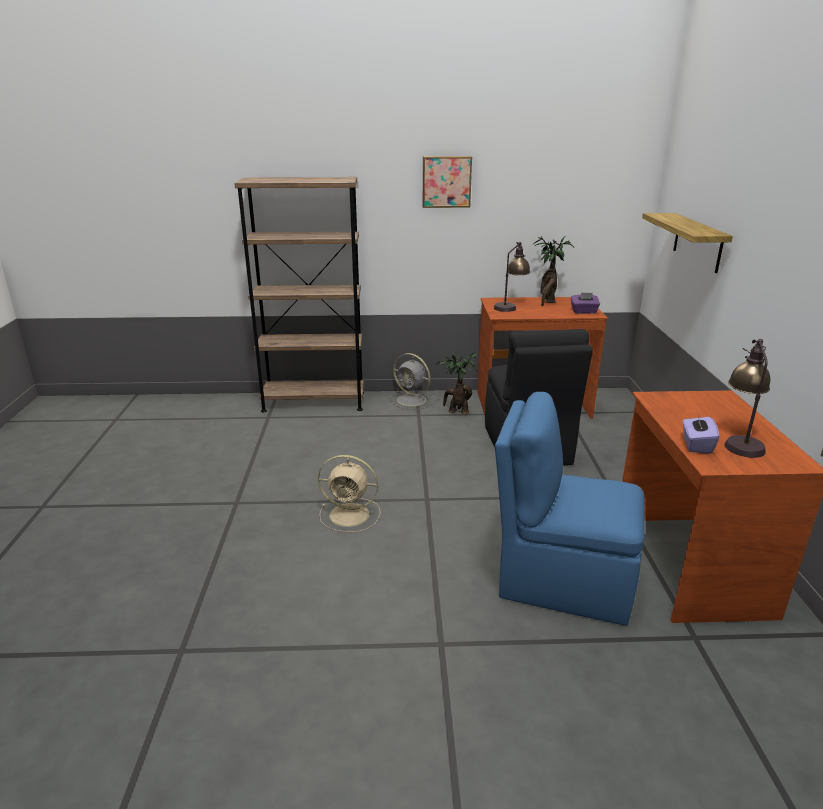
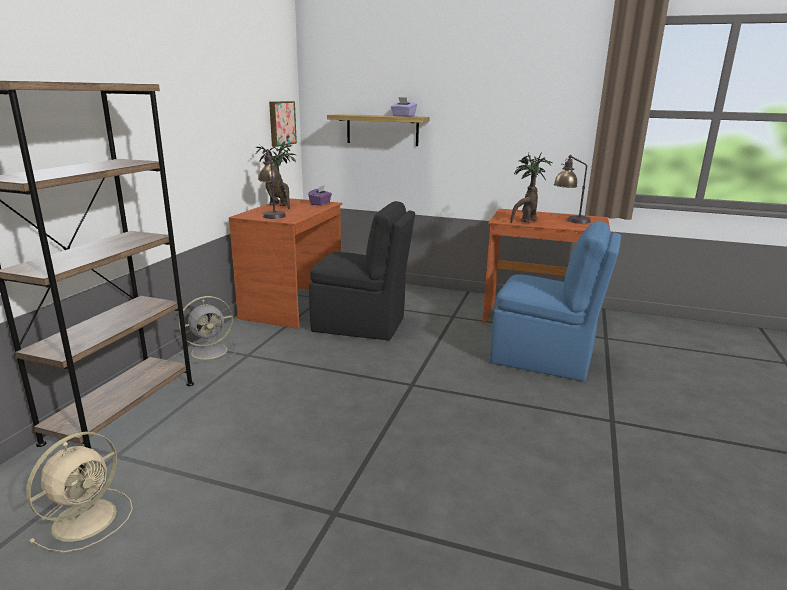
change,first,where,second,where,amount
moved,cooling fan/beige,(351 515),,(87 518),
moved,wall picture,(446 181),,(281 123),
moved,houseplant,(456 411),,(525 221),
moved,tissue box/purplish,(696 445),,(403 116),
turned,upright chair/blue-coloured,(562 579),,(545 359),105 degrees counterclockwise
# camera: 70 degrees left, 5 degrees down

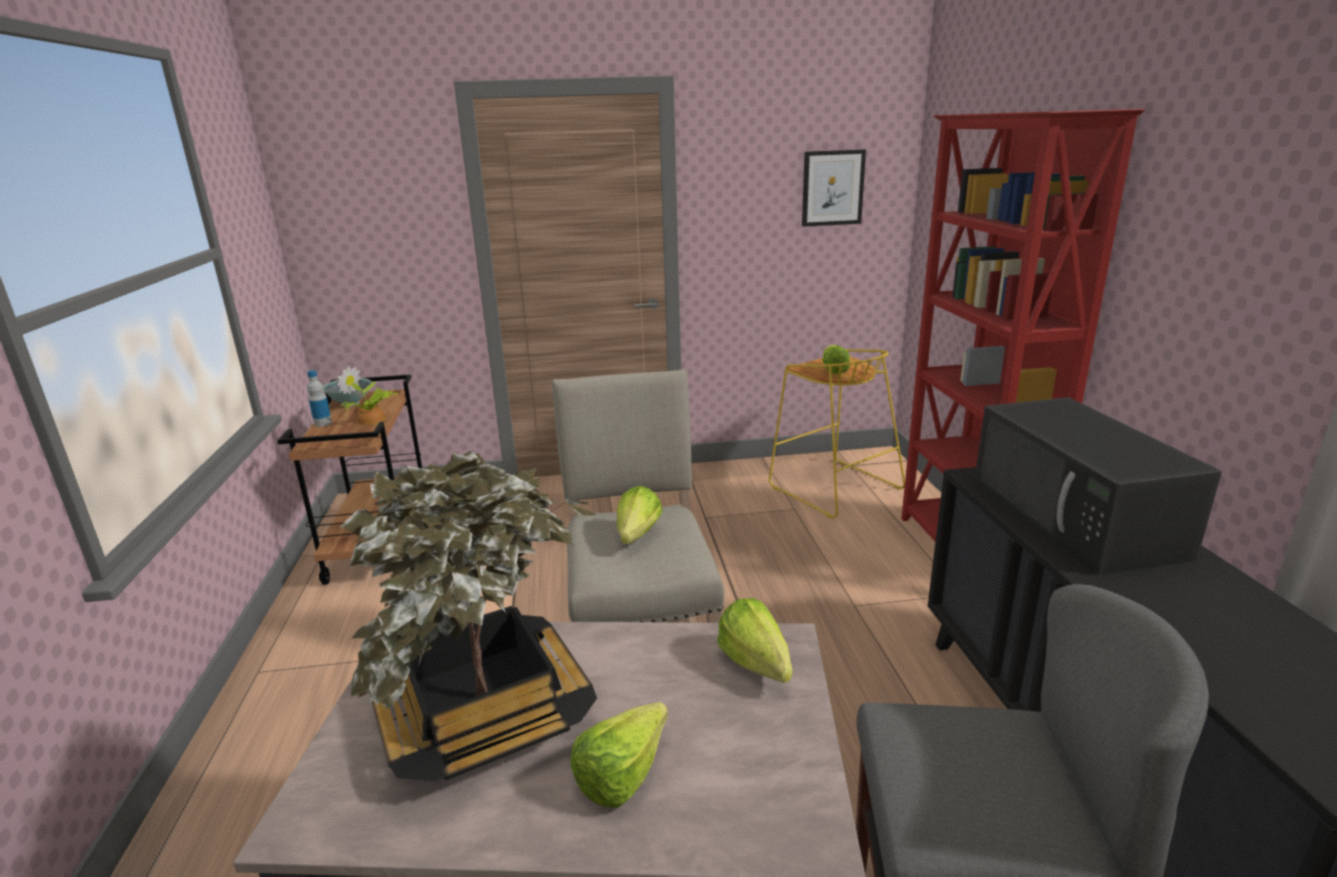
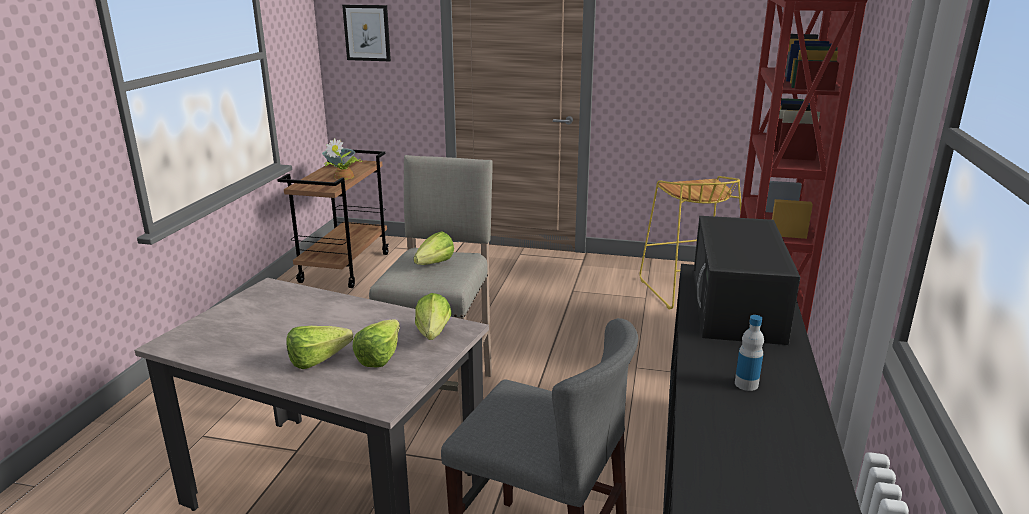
change,first,where,second,where,amount
removed,houseplant,(485 714),,,
moved,bottle,(323 423),,(746 384),
moved,wall picture,(832 188),,(367 33),
moved,lettuce head,(833 369),,(384 355),
# camera: 20 degrees right, 0 degrees up

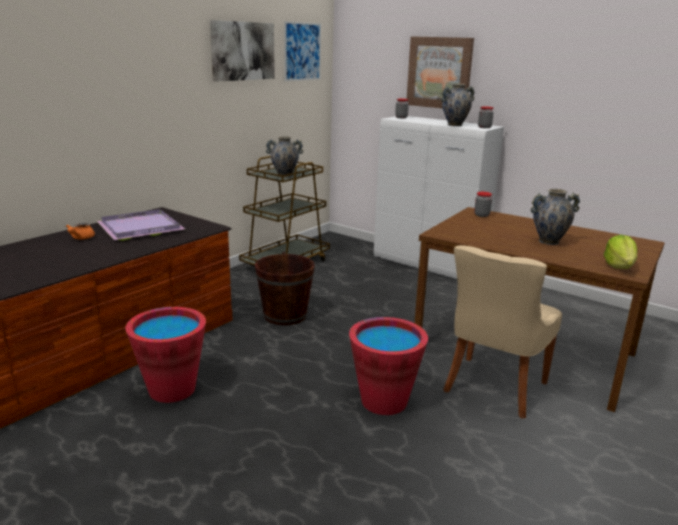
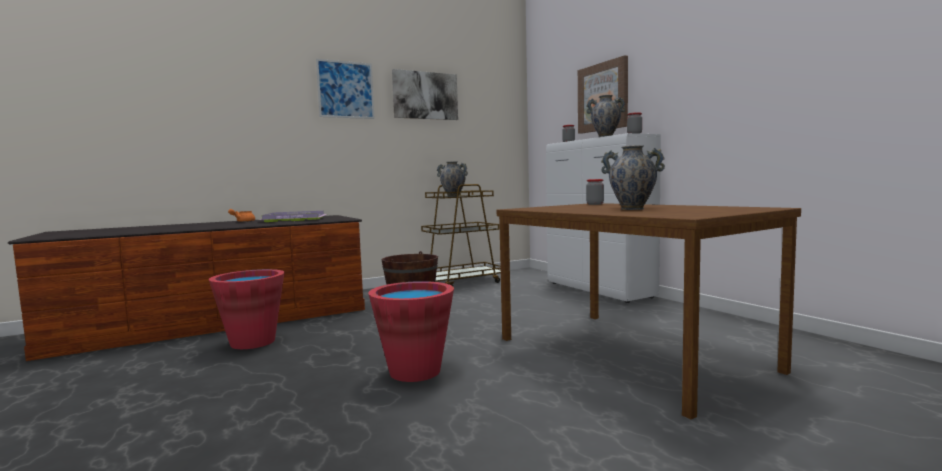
change,first,where,second,where,amount
removed,upright chair/beige,(493 388),,,
removed,lettuce head,(619 266),,,
moved,wall picture,(302 51),,(345 89),
# camera: 25 degrees right, 15 degrees down

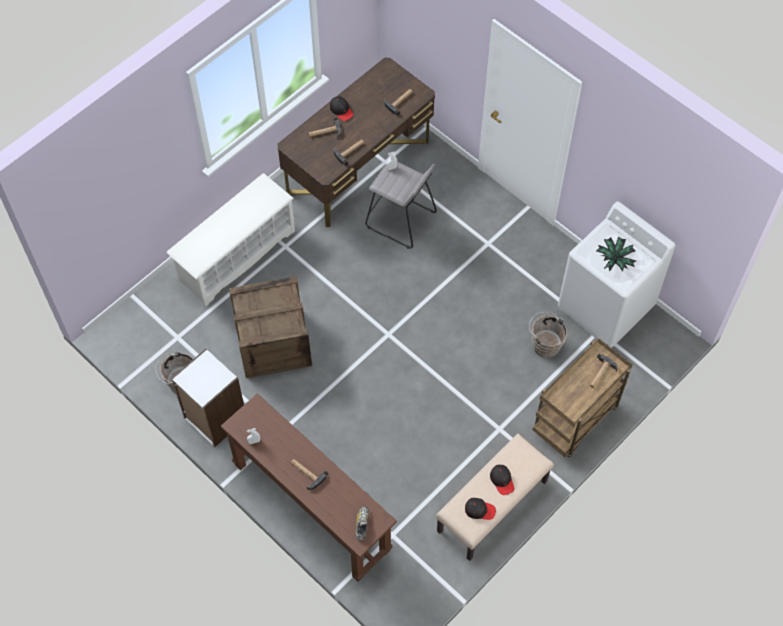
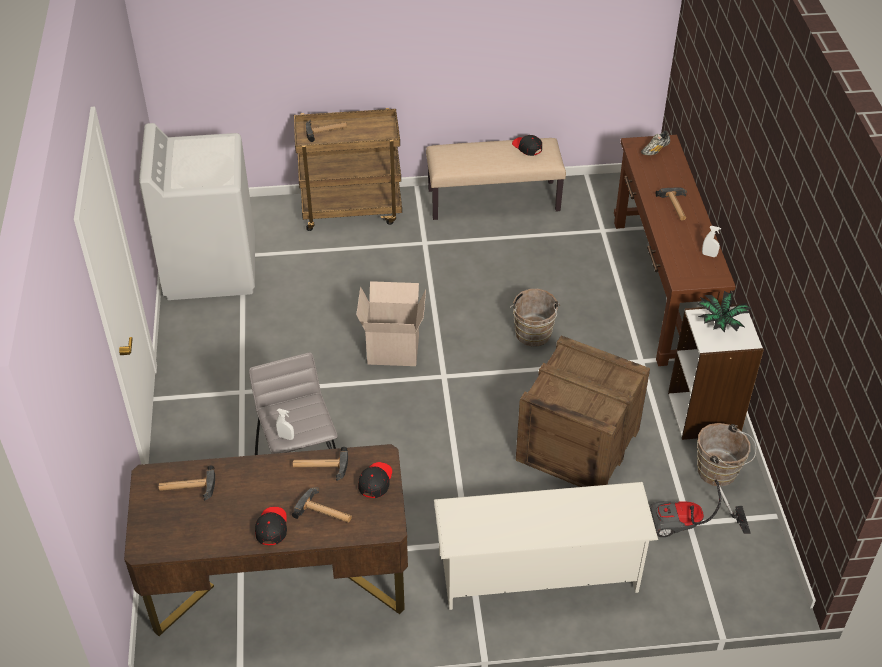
change,first,where,second,where,amount
added,,,cardboard box,(394 348),
added,,,vacuum,(690 526),
moved,cap/black-coloured,(502 480),,(375 481),
moved,water bucket/brownish,(544 343),,(533 336),
moved,houseplant,(614 259),,(720 322),
# camera: 140 degrees left, 15 degrees down

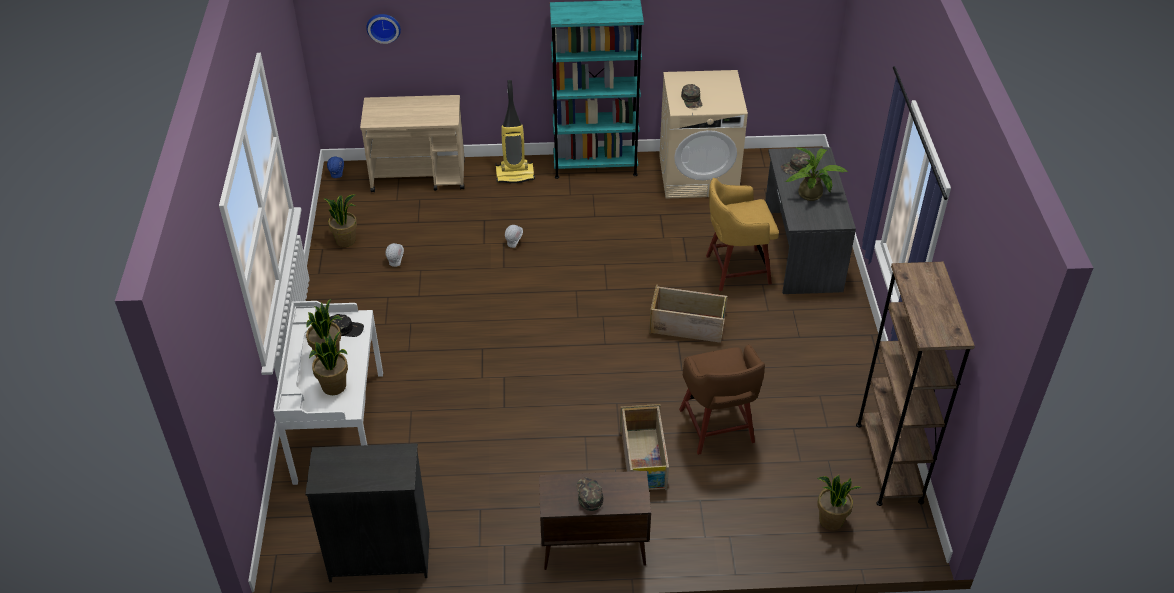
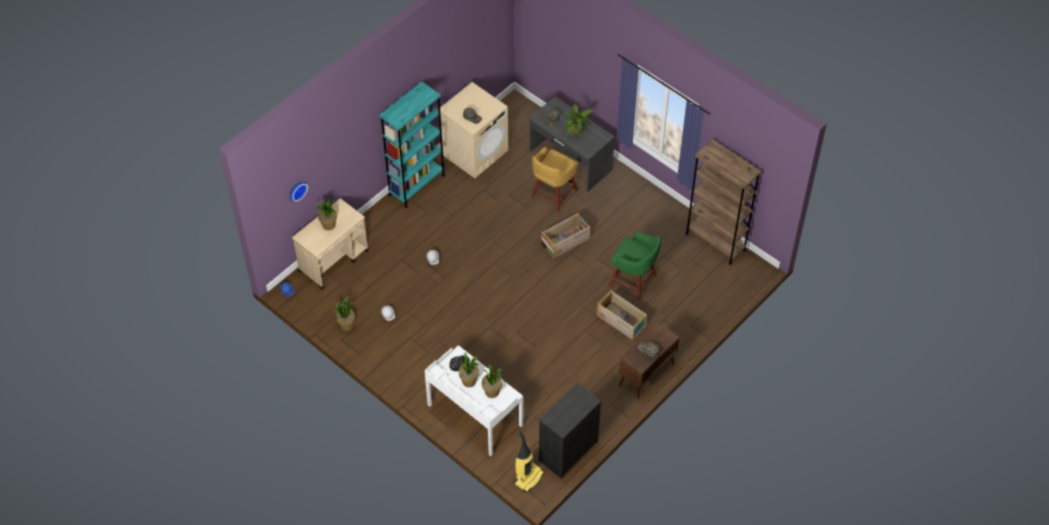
change,first,where,second,where,amount
moved,vacuum,(515 174),,(528 477),
moved,houseplant,(831 521),,(329 225),
recoloured,stool/brownish,(717 428),stool/green,(633 281),
# camera: 45 degrees left, 10 degrees up

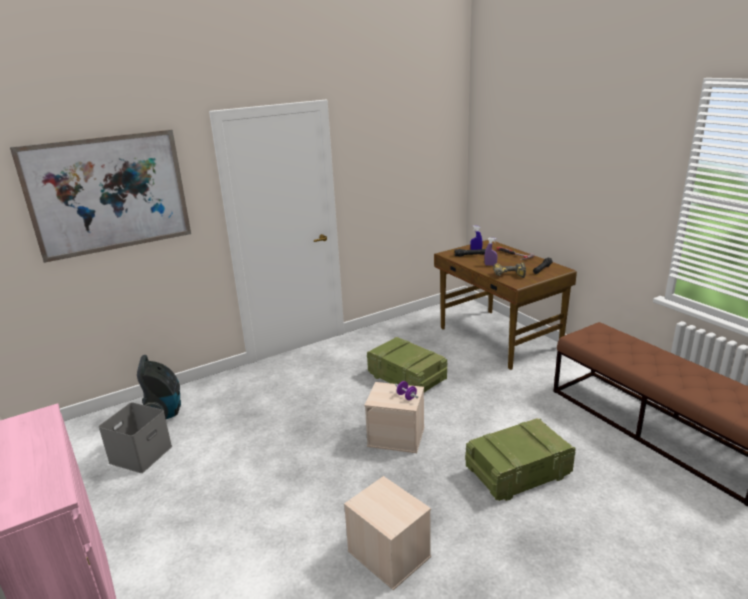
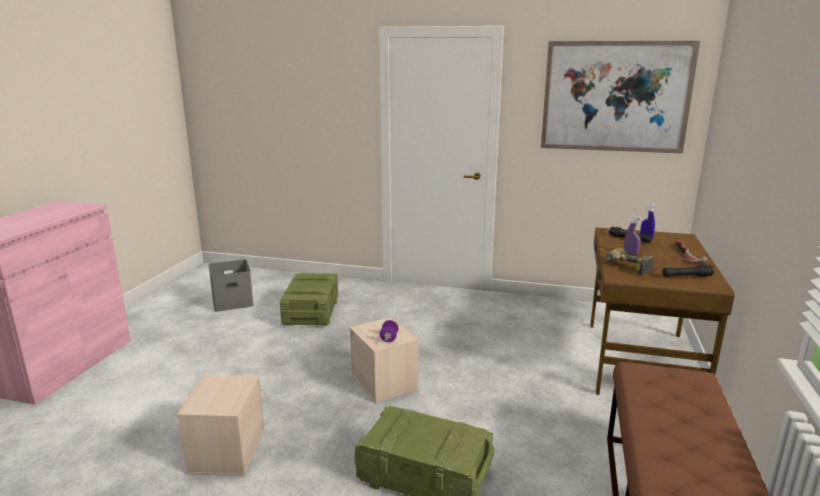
change,first,where,second,where,amount
removed,vacuum,(164 412),,,
moved,wall picture,(108 194),,(615 97),
moved,shipping crate,(407 378),,(311 313),
# camera: 45 degrees right, 5 degrees down

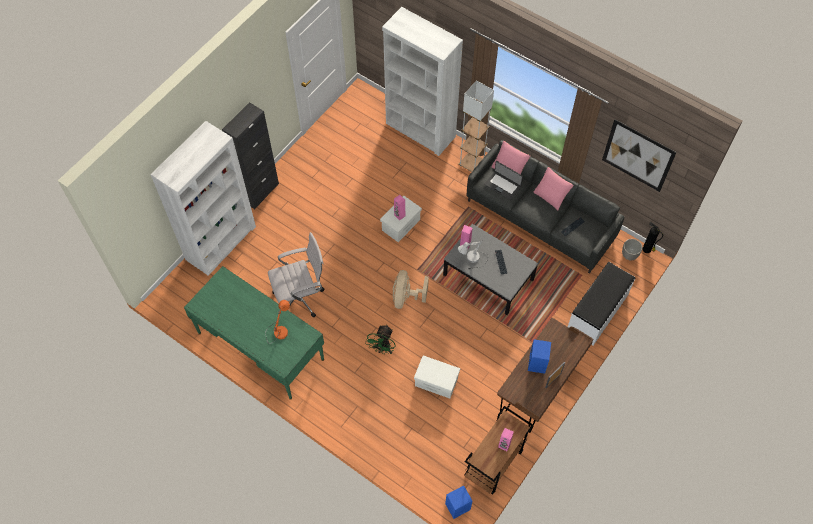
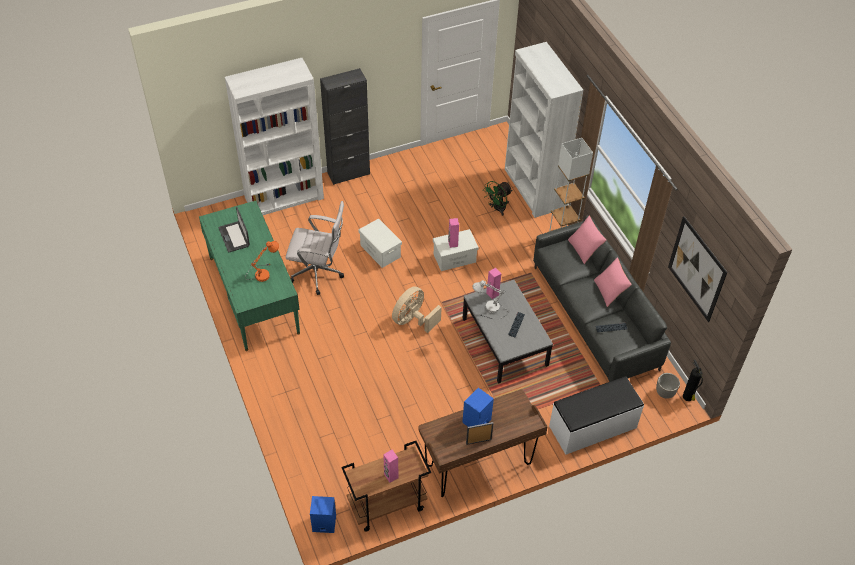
change,first,where,second,where,amount
moved,cooling fan/green,(382 349),,(497 209),
moved,storage box/white-coloured,(436 382),,(380 251),
moved,notebook computer,(502 185),,(234 237),
# camera: 30 degrees right, 10 degrees down

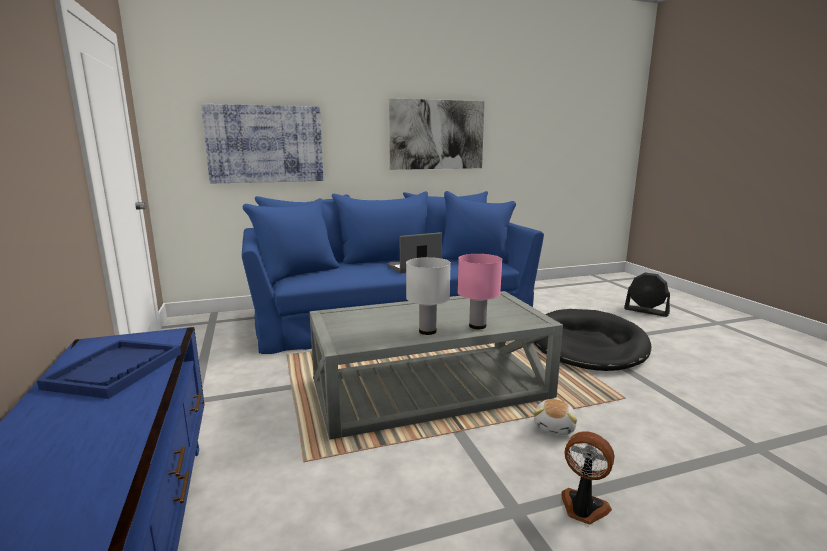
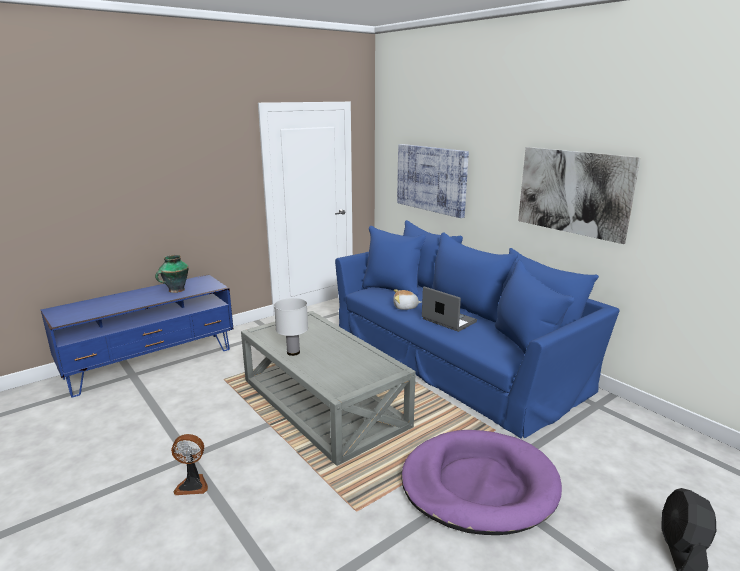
change,first,where,second,where,amount
removed,table lamp/pinkish,(478 326),,,
moved,cuddly toy,(555 427),,(405 307),
replaced,tray/blue-coloured,(115 370),decorative vase,(175 290),
recoloured,dog cushion/black-coloured,(587 345),dog cushion/purplish,(478 485),
turned,cooling fan,(583 508),,(192 484),75 degrees clockwise
# camera: 70 degrees right, 5 degrees up

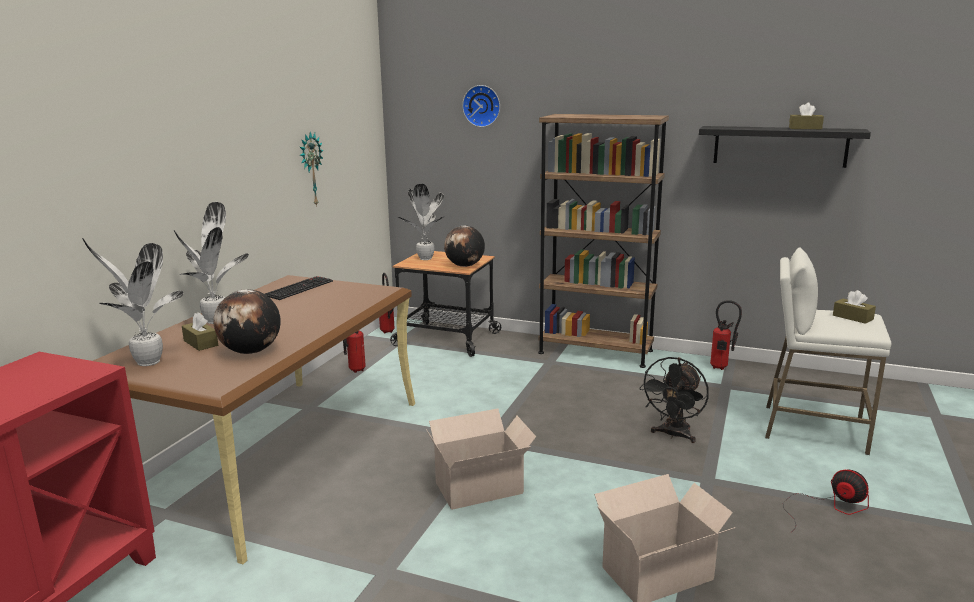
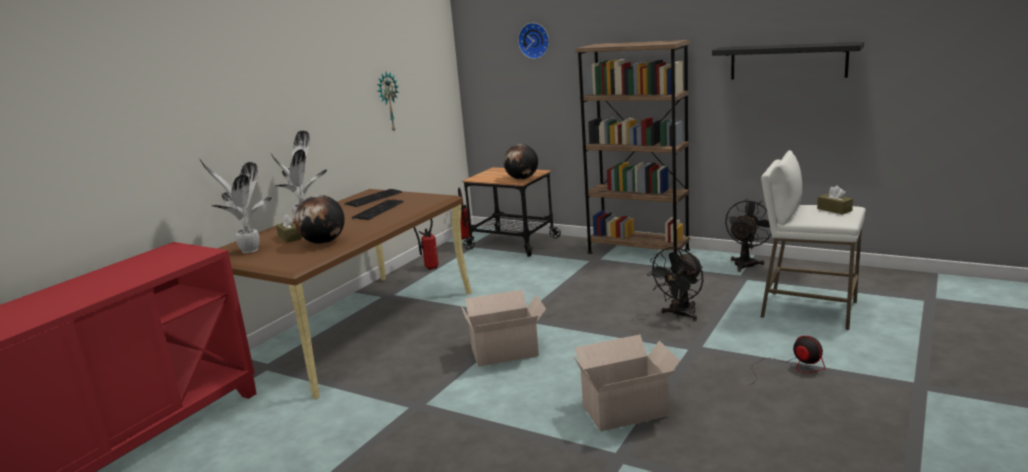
change,first,where,second,where,amount
removed,houseplant,(425 259),,,
removed,tissue box/brownish,(805 128),,,
added,,,PC keyboard,(378 210),
replaced,fire-fighting cylinder,(721 368),cooling fan/black-coloured,(746 263),
# camera: 10 degrees right, 0 degrees up

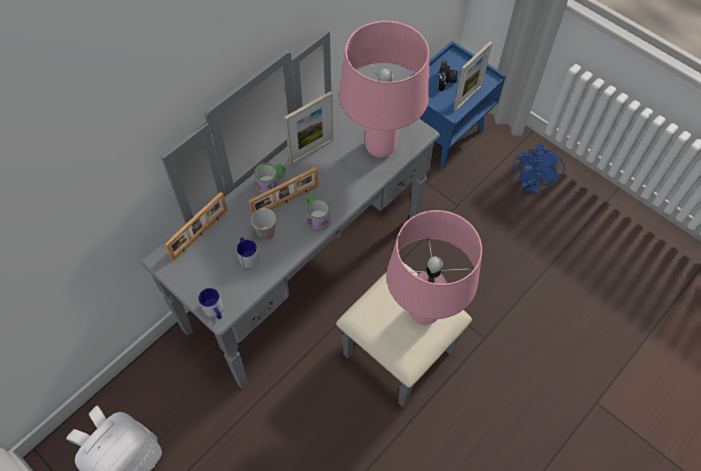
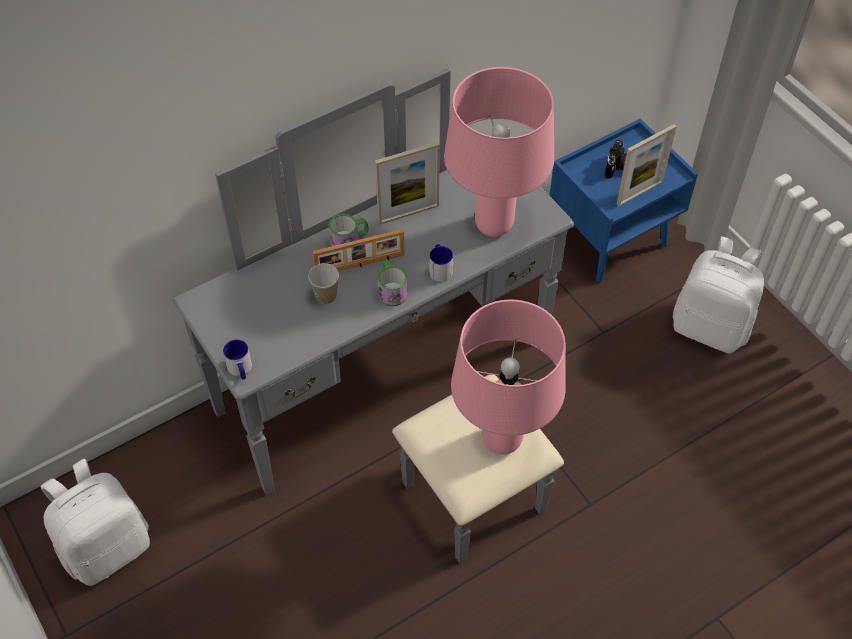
change,first,where,second,where,amount
removed,standing frame,(200 234),,,
moved,coffee mug,(248 256),,(440 269),
replaced,cooling fan/blue-coloured,(530 185),backpack/white-coloured,(710 327),
# camera: 15 degrees right, 5 degrees down

